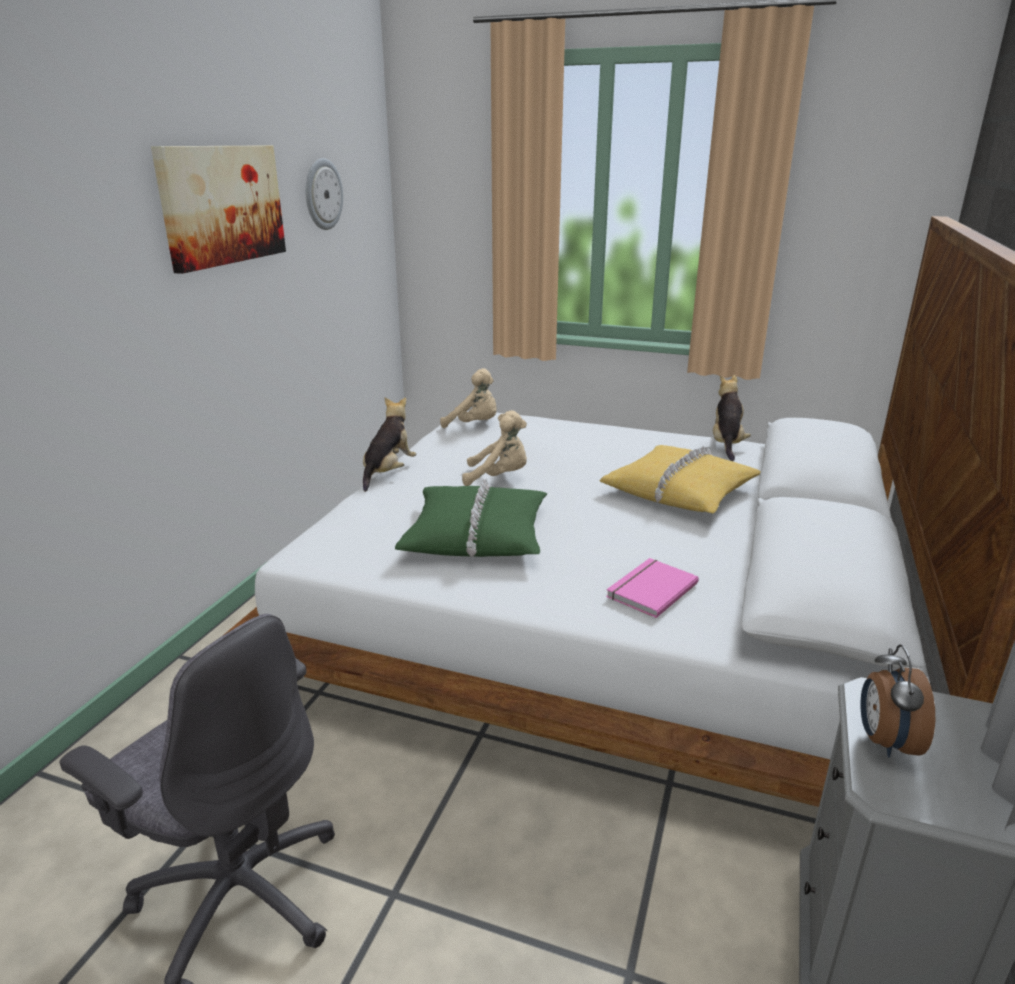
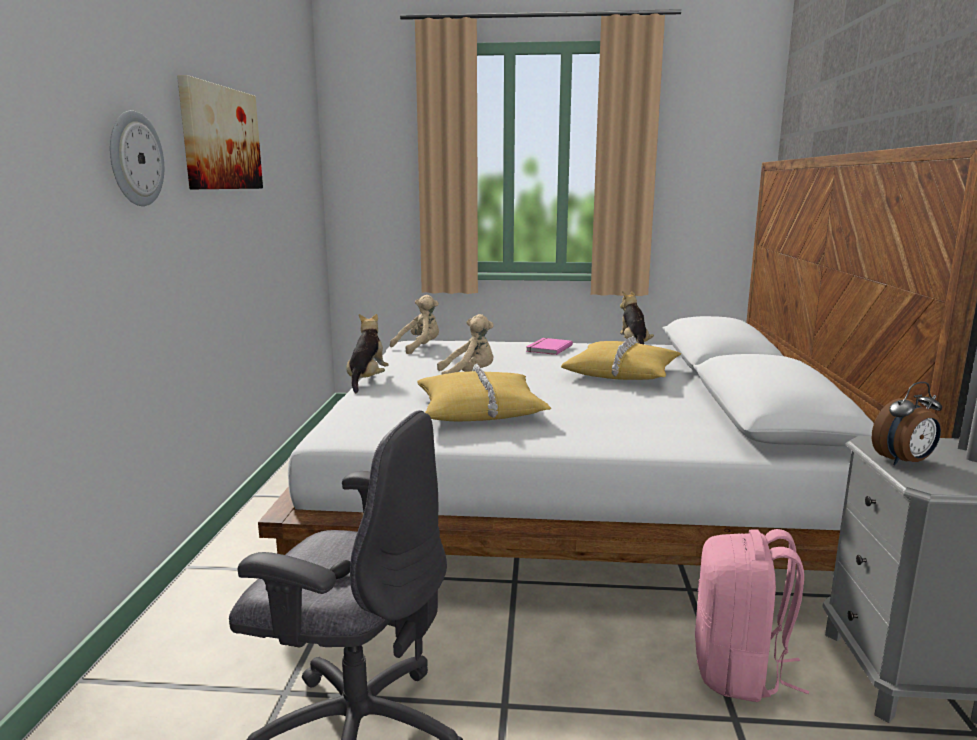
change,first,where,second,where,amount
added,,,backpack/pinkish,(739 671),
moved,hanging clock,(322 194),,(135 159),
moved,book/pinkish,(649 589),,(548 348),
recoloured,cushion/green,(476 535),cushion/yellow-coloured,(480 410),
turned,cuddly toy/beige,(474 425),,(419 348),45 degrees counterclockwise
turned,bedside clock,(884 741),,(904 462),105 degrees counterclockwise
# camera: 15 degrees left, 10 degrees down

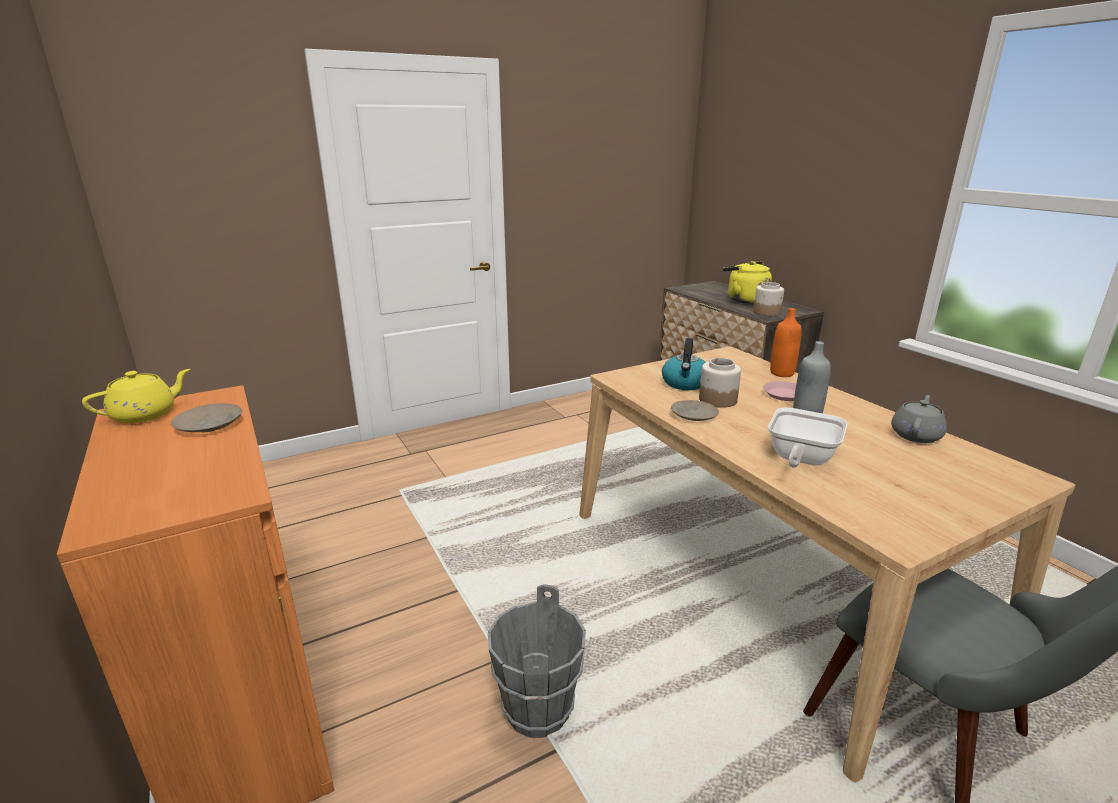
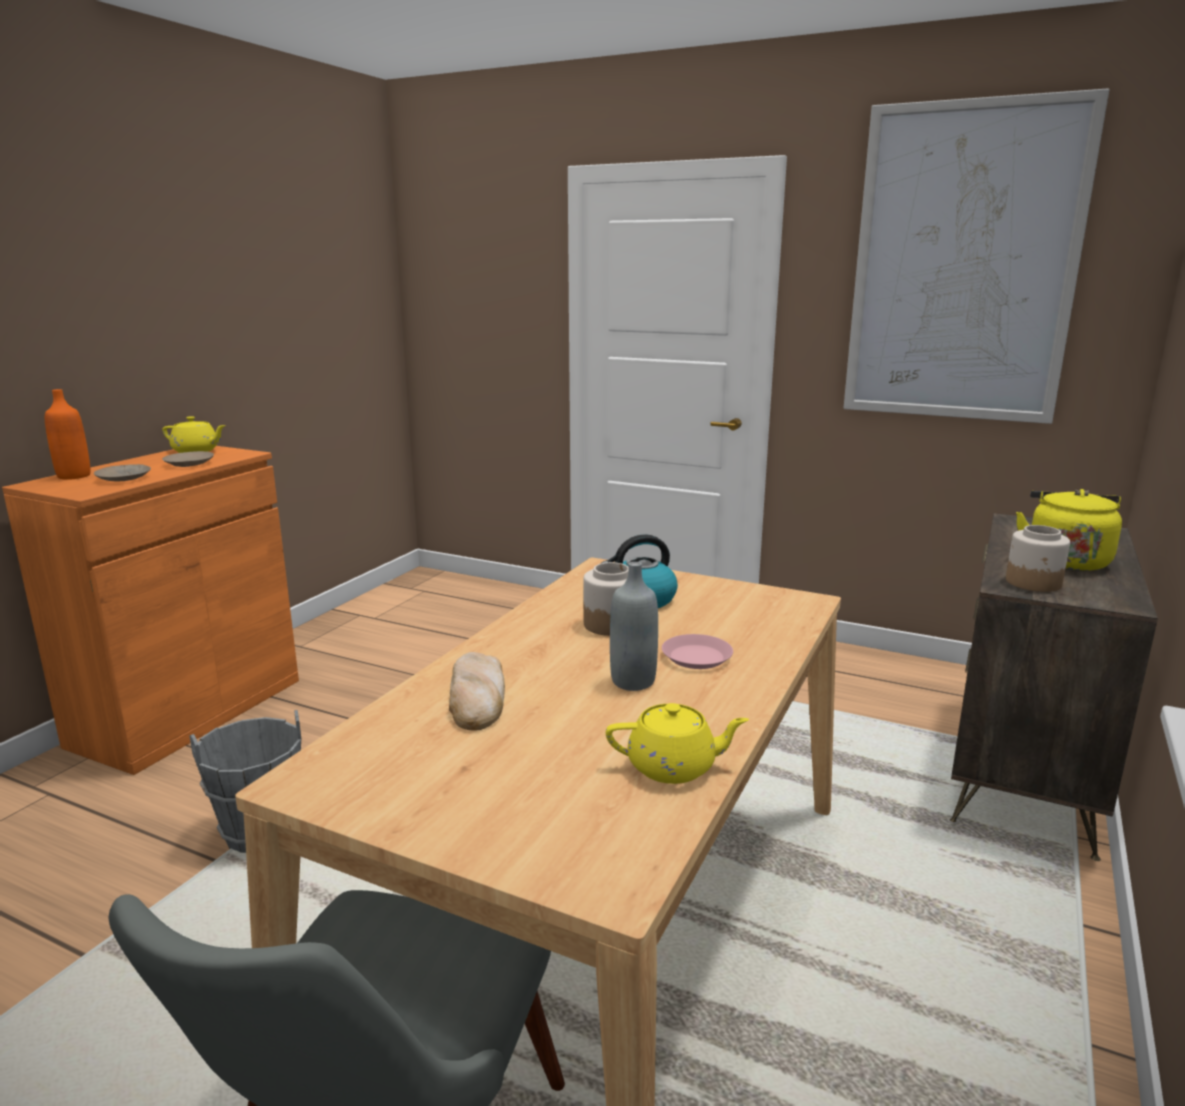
change,first,where,second,where,amount
added,,,wall picture,(963 265),
moved,dinner plate/beige,(693 415),,(124 478),
moved,bottle/orange,(782 373),,(74 476),
replaced,frying pan,(799 459),bakery bread,(477 696),
recoloured,teapot/gray,(916 435),teapot/yellow-coloured,(674 767),
# camera: 55 degrees right, 5 degrees down

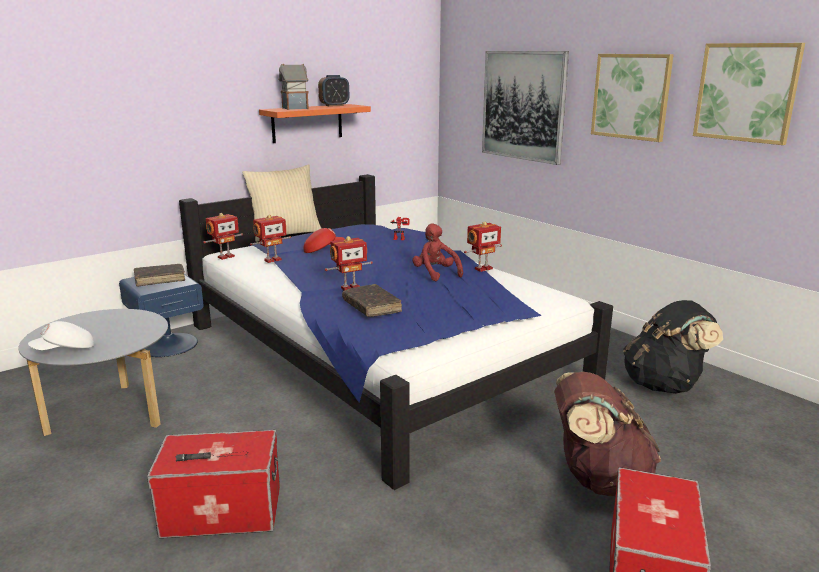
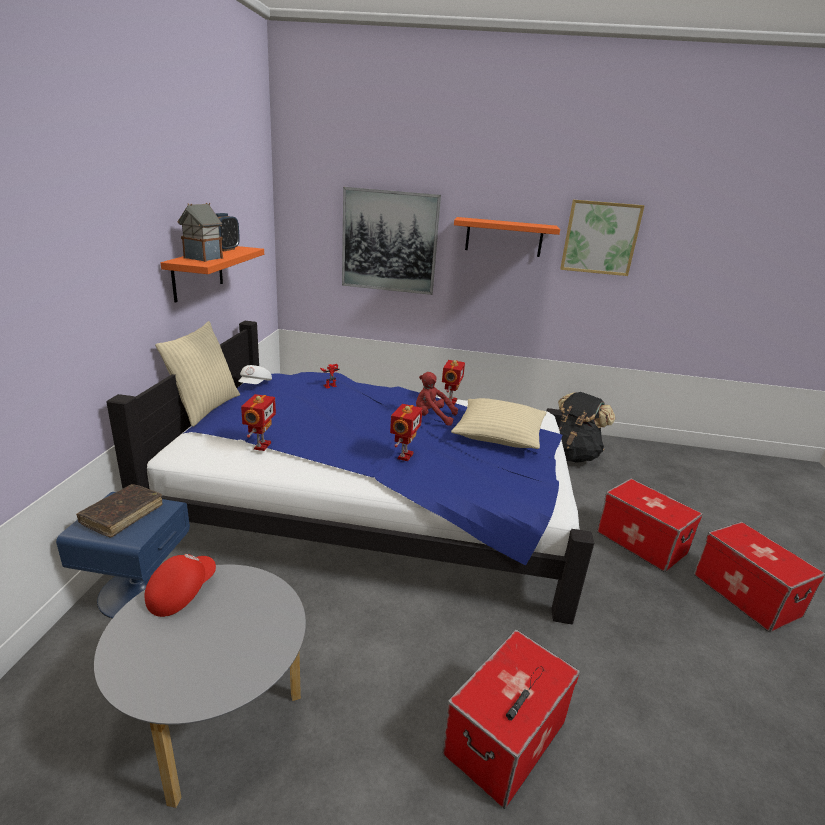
change,first,where,second,where,amount
removed,model robot,(225 257),,,
removed,book/brownish,(371 307),,,
added,,,cushion/beige,(499 433),
moved,cap/white-coloured,(65 351),,(255 385),
moved,cap/red-coloured,(323 250),,(181 592),
replaced,backpack/brownish,(597 479),storage box,(640 542),
replaced,wall picture,(631 96),bracket shelf/orange,(504 237),
# camera: 45 degrees left, 5 degrees up

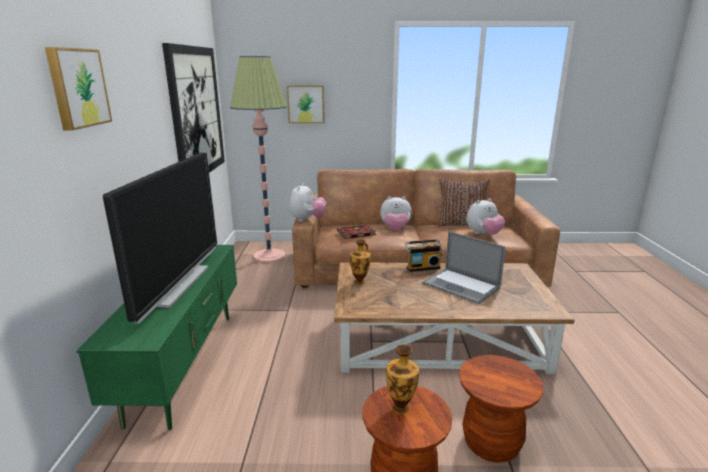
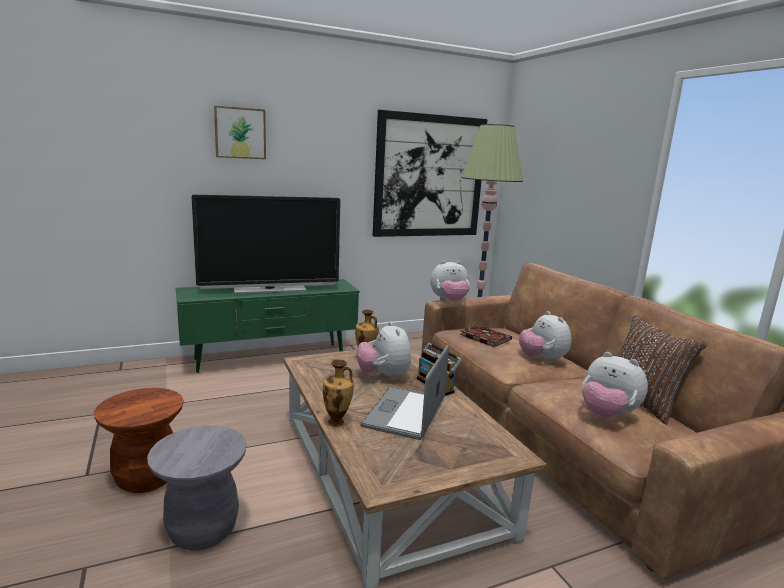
change,first,where,second,where,amount
removed,wall picture,(306 104),,,
added,,,cuddly toy,(383 376),
moved,decorative vase,(401 407),,(337 422),
recoloured,stool/brownish,(491 443),stool/gray,(202 530),
# camera: 65 degrees right, 5 degrees down

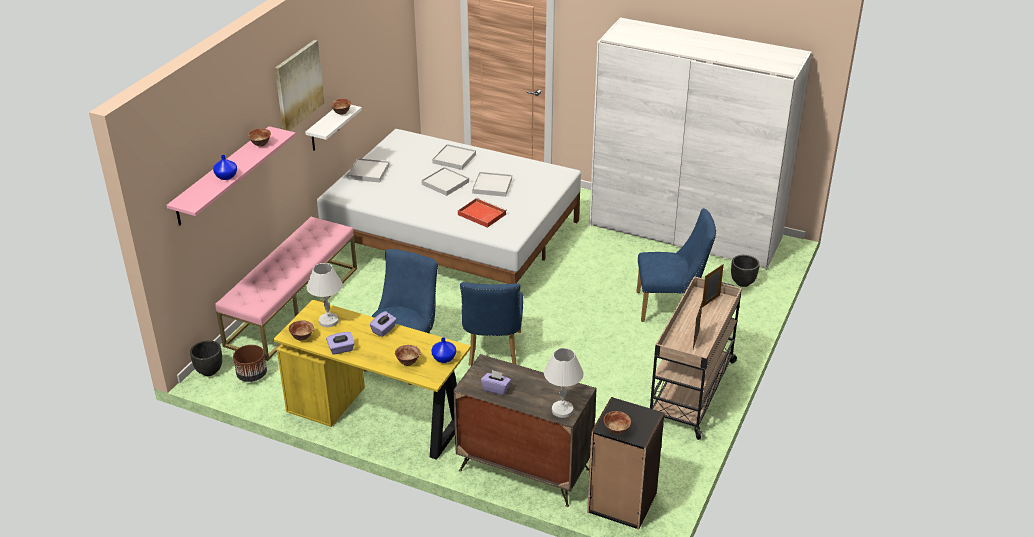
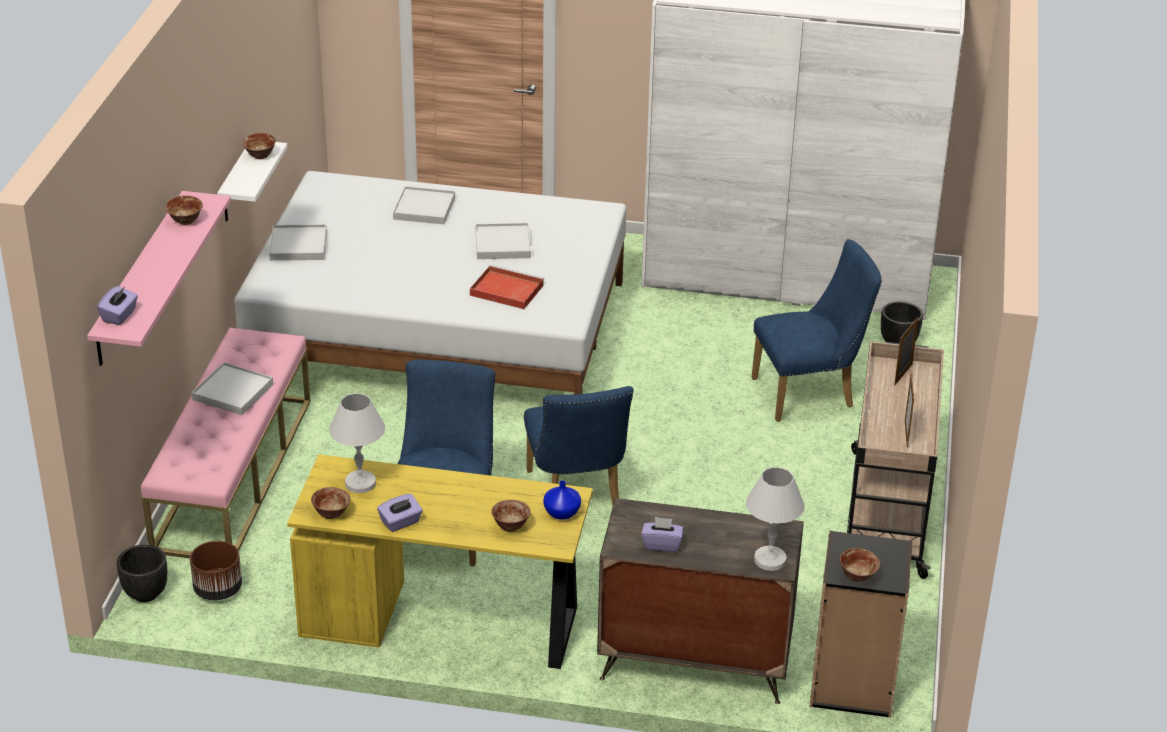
change,first,where,second,where,amount
removed,decorative vase/blue-coloured,(226 177),,,
removed,wall picture,(298 85),,,
moved,tissue box/purplish,(384 330),,(119 315),
moved,tray/white-coloured,(445 183),,(233 392),
# camera: 15 degrees left, 0 degrees up

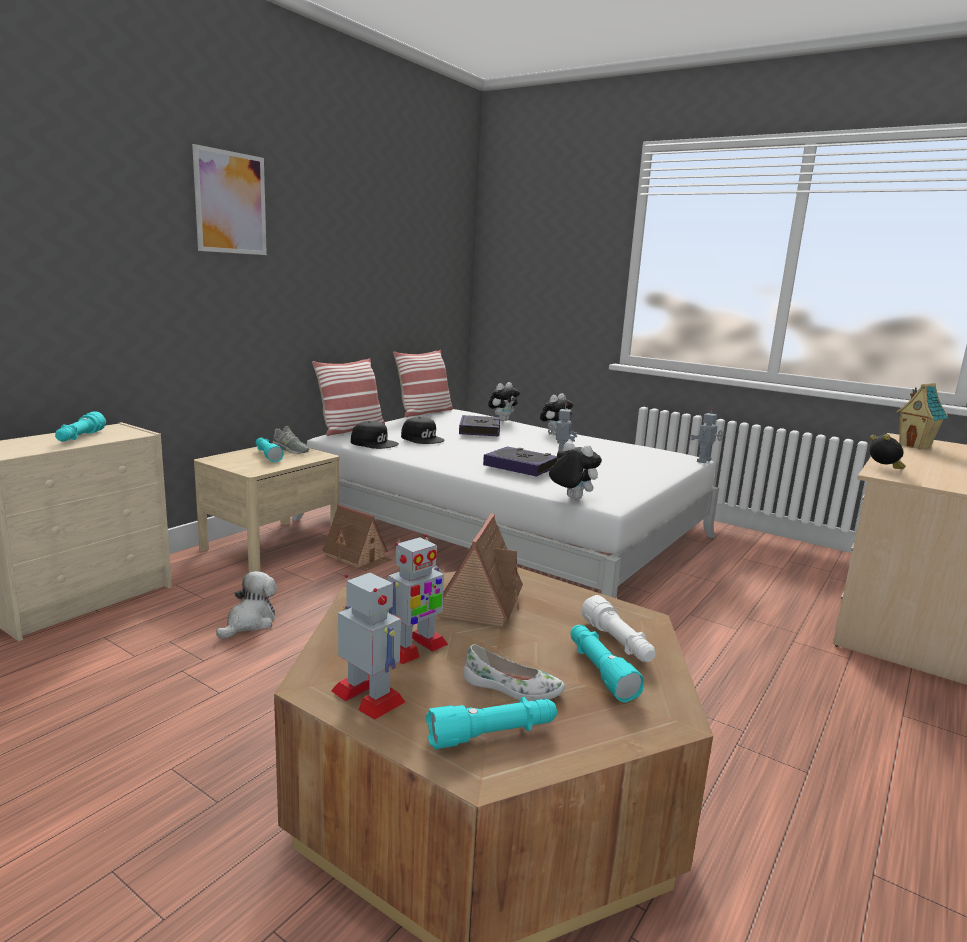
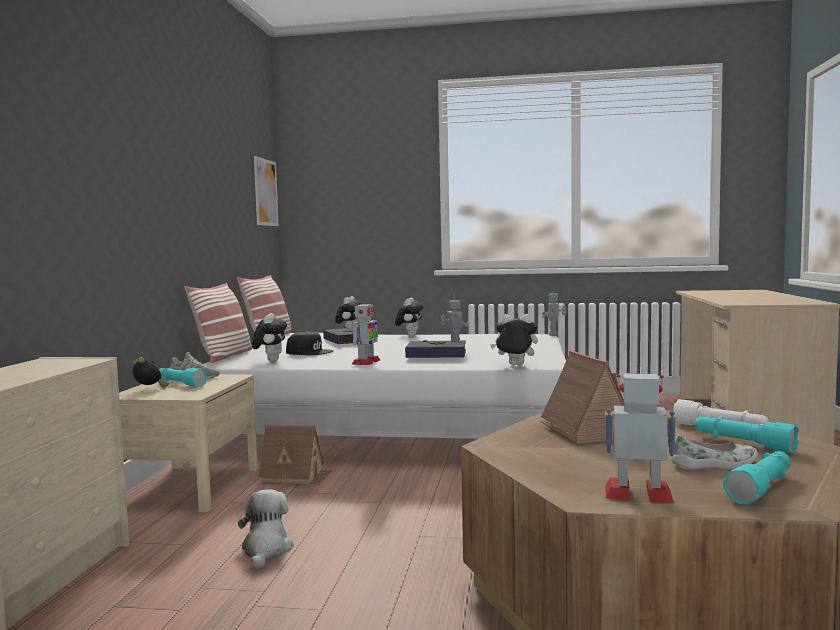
change,first,where,second,where,amount
removed,torch/turquoise,(80 438),,,
removed,miniature house,(915 446),,,
moved,wall picture,(230 203),,(265 192),
moved,model robot,(414 647),,(366 362),
moved,bedside clock,(883 469),,(150 389),
replaced,cap/black-coloured,(374 443),cuddly toy,(271 361),
# camera: 25 degrees left, 10 degrees down

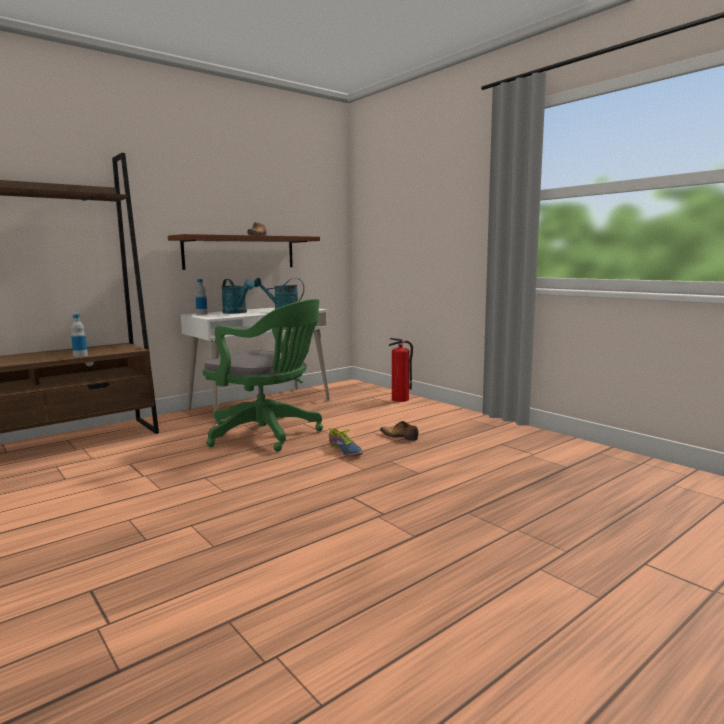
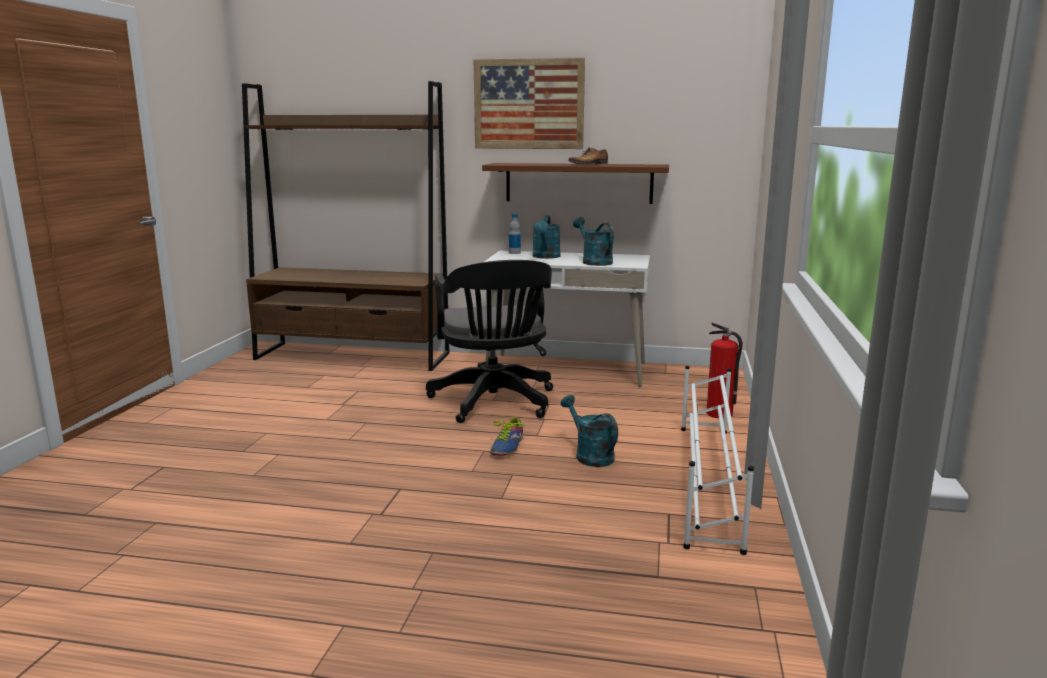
change,first,where,second,where,amount
removed,bottle,(80 356),,,
added,,,wall picture,(528 104),
added,,,shoe shelf/white-coloured,(707 482),
replaced,item of footwear,(399 437),sprinkling can/turquoise,(590 455),
recoloured,desk chair/green,(268 434),desk chair/black-coloured,(495 403),
# camera: 50 degrees right, 5 degrees up

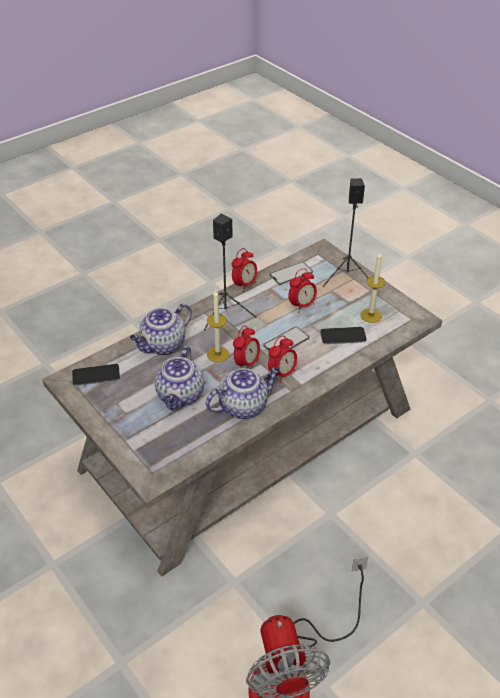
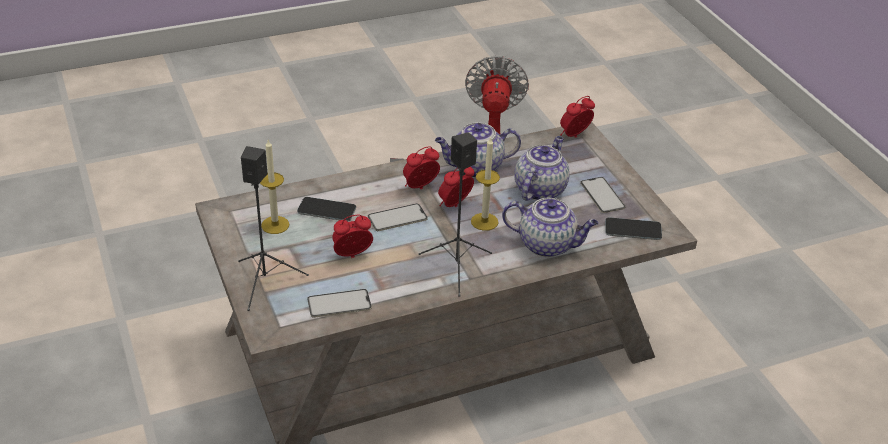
change,first,where,second,where,amount
added,,,handset,(602 195),
moved,bedside clock,(244 284),,(574 136),
turned,teapot,(163 345),,(548 245),45 degrees clockwise
# camera: 165 degrees left, 5 degrees down

